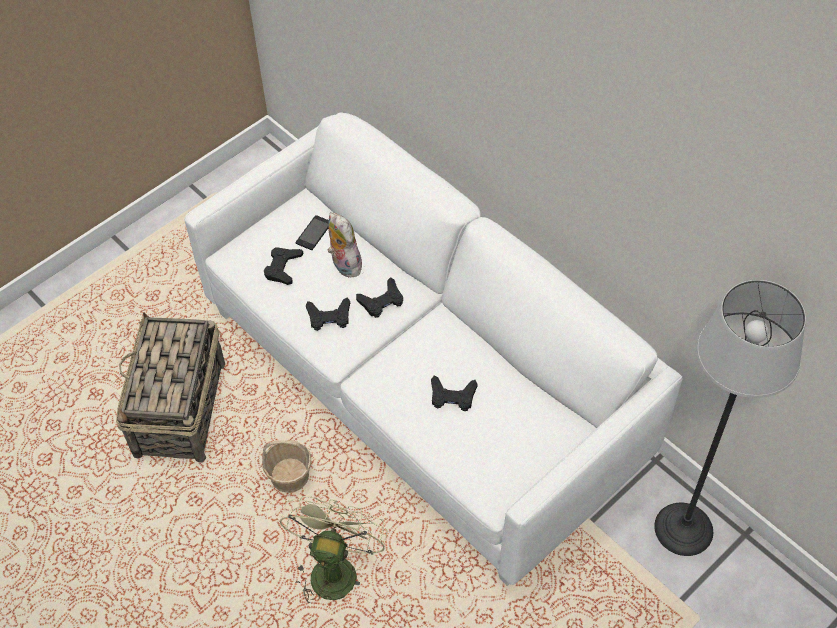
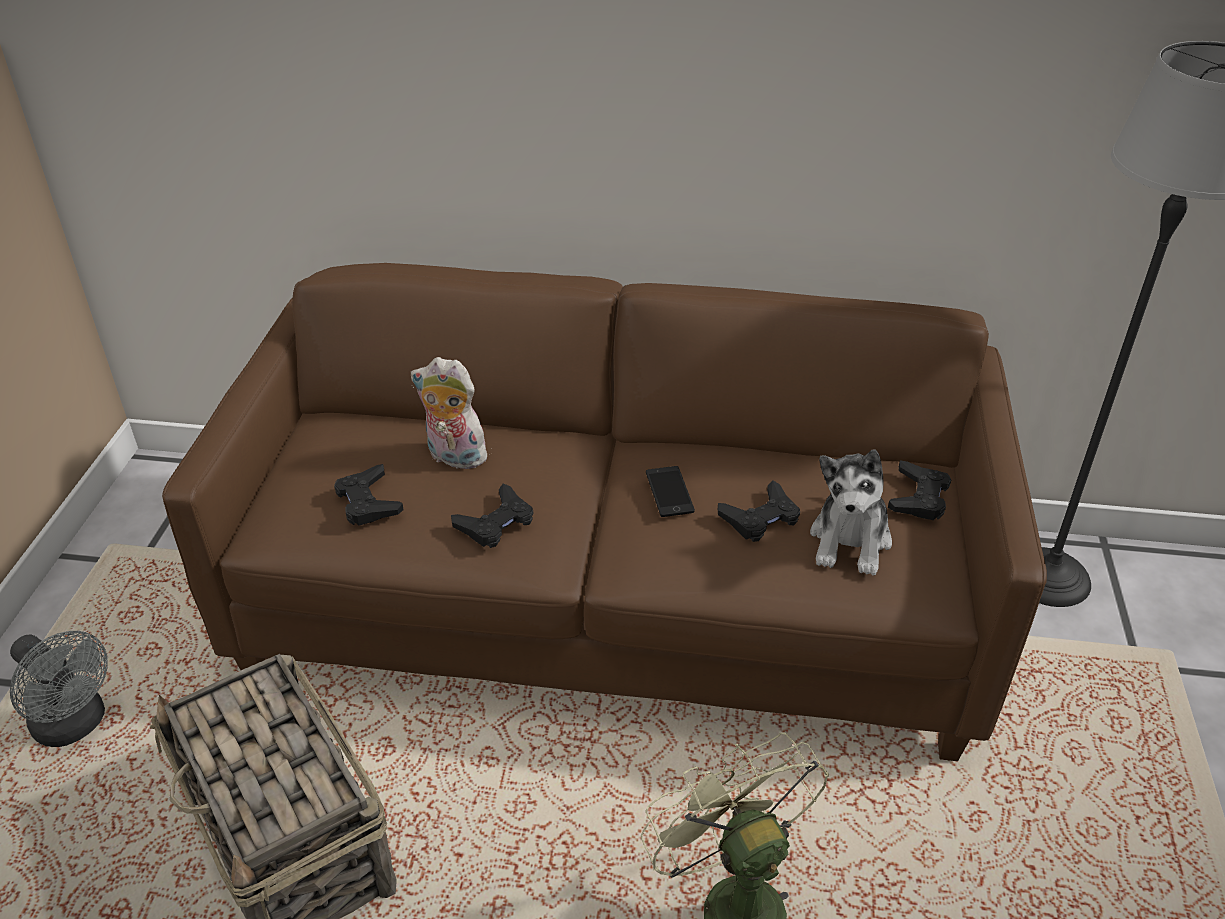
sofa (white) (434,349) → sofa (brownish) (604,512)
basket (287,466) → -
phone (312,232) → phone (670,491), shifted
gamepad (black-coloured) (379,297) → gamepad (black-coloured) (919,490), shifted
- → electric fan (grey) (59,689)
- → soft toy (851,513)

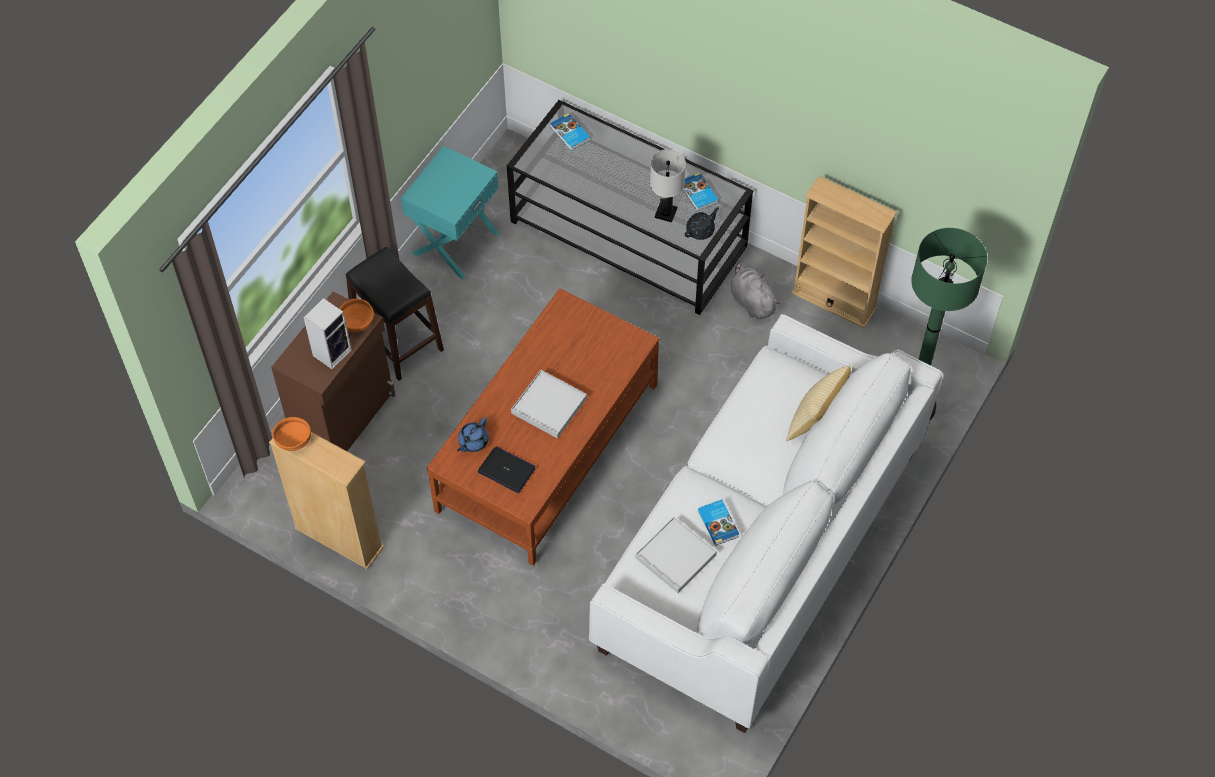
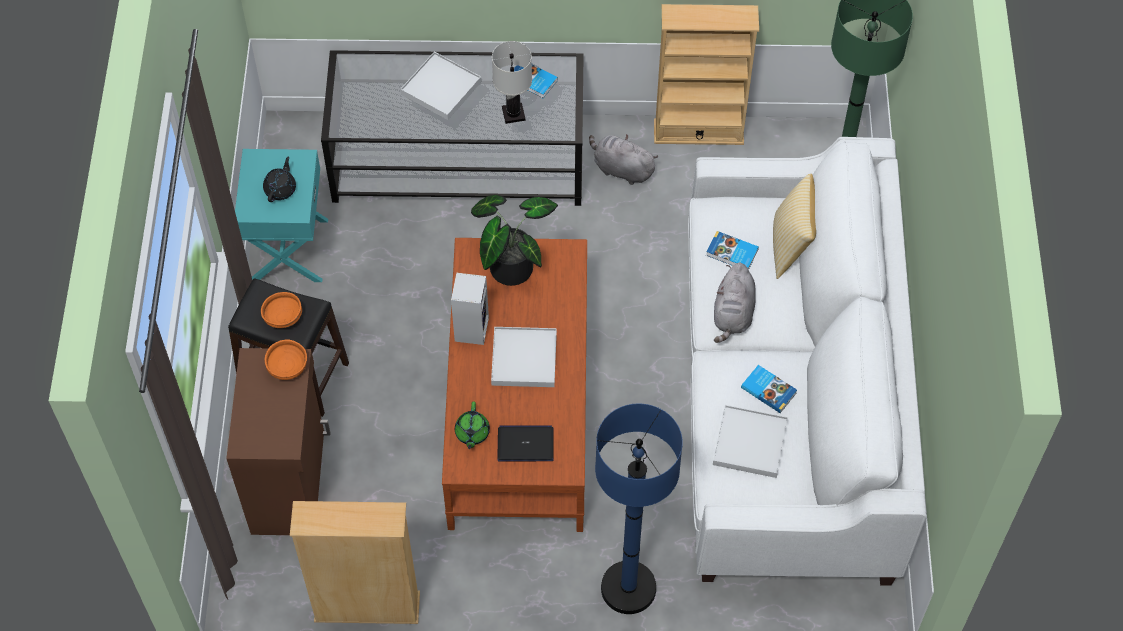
bowl (orange-coloured) (291,434) → bowl (orange-coloured) (281,310), shifted
speaker (328,334) → speaker (470,309), shifted
teapot (blue) (473,434) → teapot (greenish) (472,425)
book (570,132) → book (732,250), shifted
teapot (black-coloured) (702,223) → teapot (black-coloured) (279,179), shifted
- → serving tray (white) (440,86)
- → potted plant (514,240)
- → standard lamp (blue) (639,508)
- → soft toy (grey) (735,303)

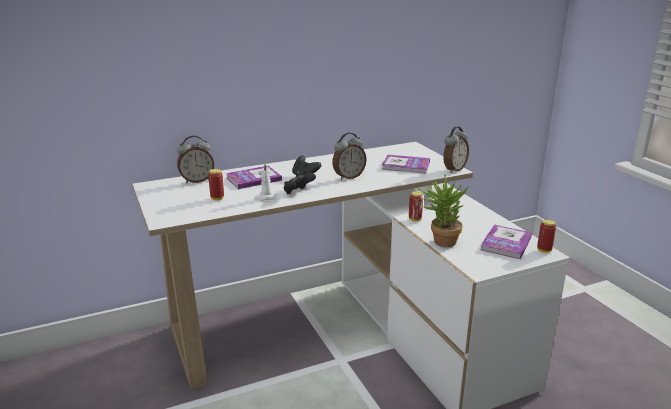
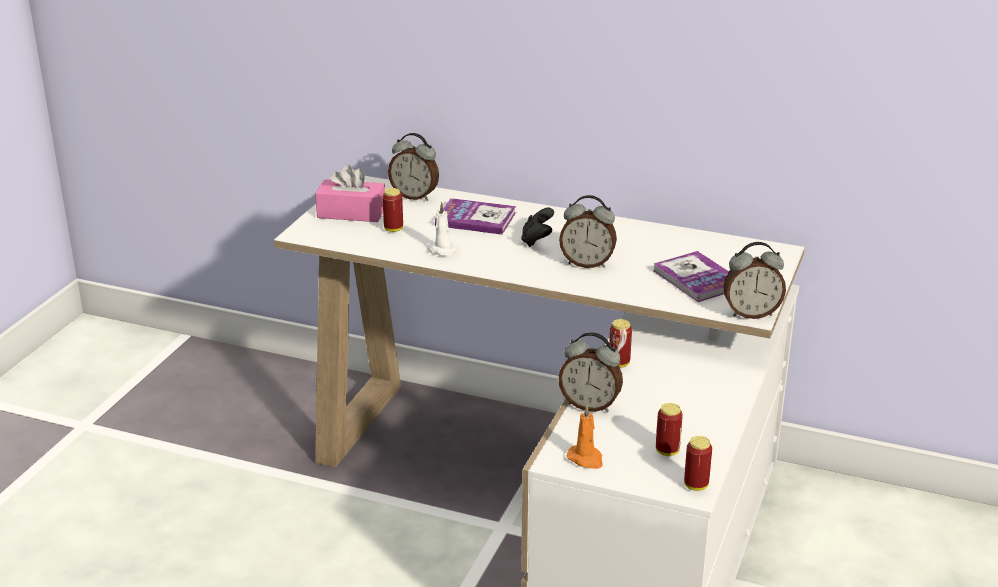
gamepad (black-coloured) (300,183) → -
potted plant (443,211) → table clock (590,372)
book (506,242) → can (669,429)
- → tissue holder (pink) (350,193)
- → wax light (orange-coloured) (585,437)

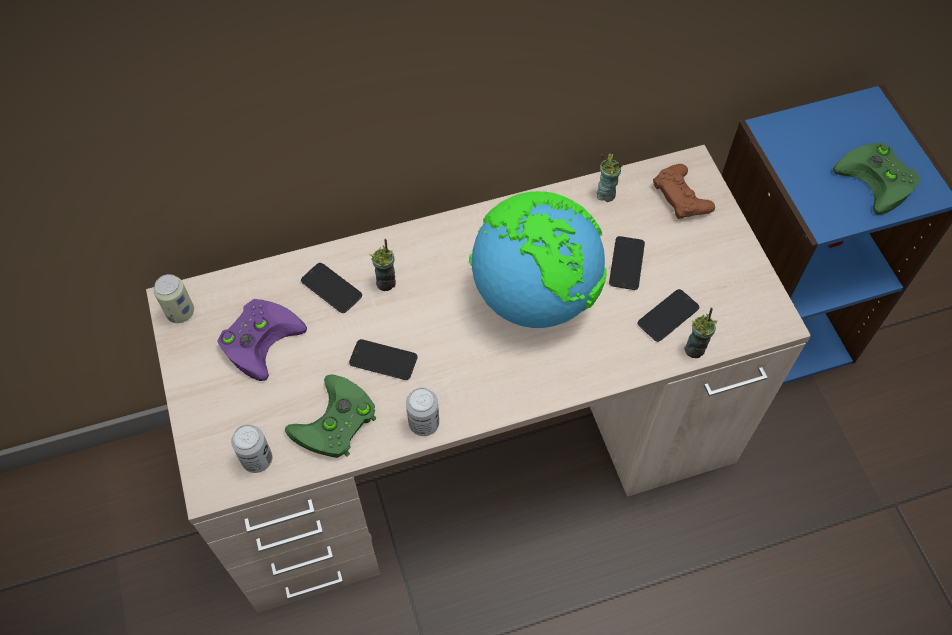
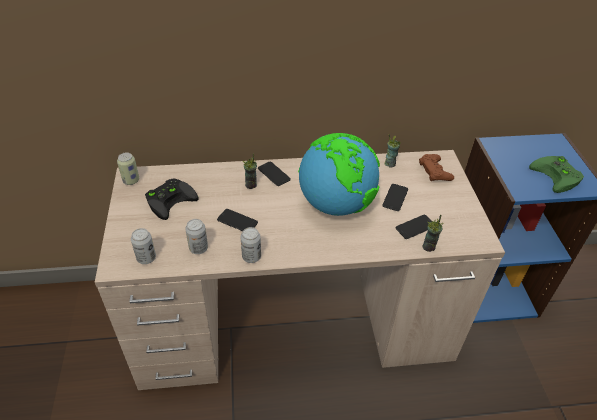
gamepad (purple) (262,340) → gamepad (black-coloured) (172,199)
gamepad (greenish) (330,416) → can (196,236)
phone (331,288) → phone (274,174), shifted

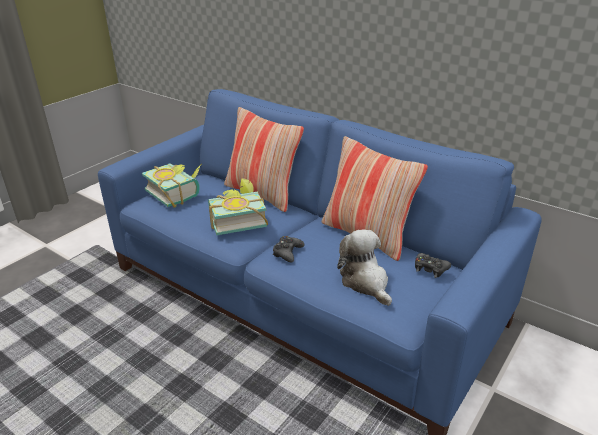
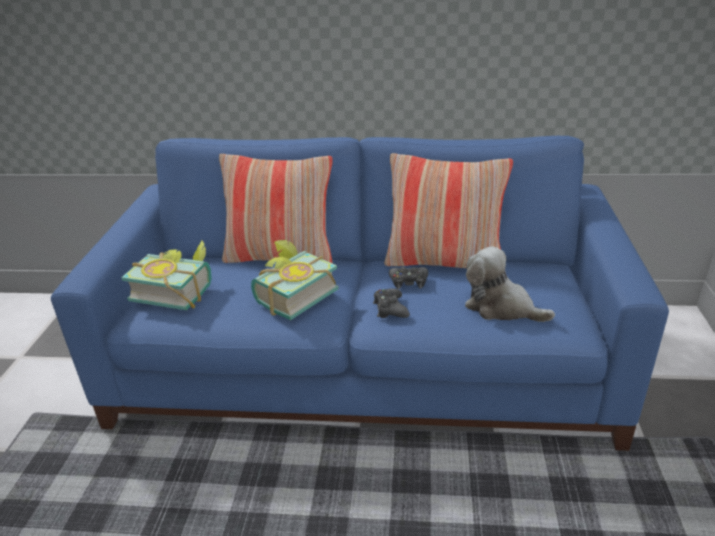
gamepad (black-coloured) (433,265) → gamepad (black-coloured) (408,278), shifted

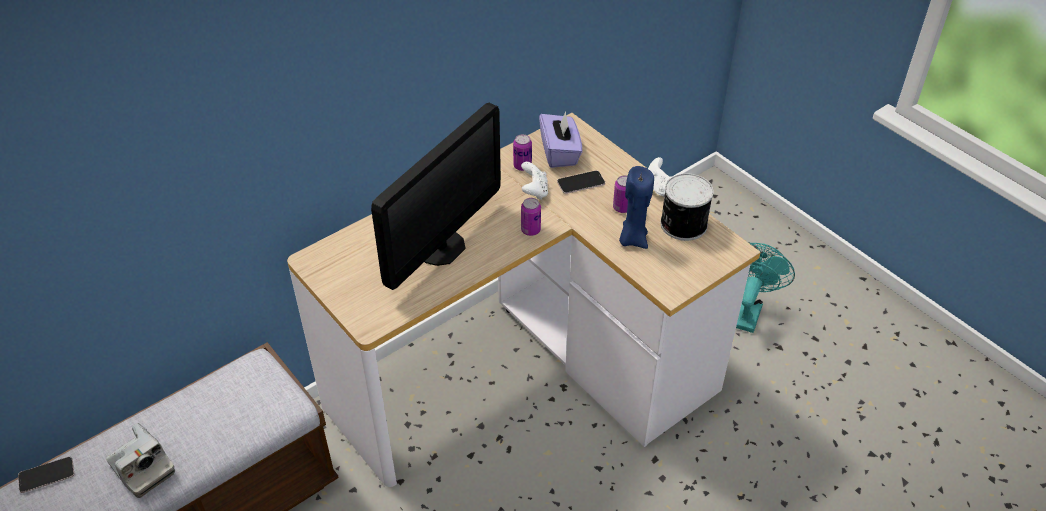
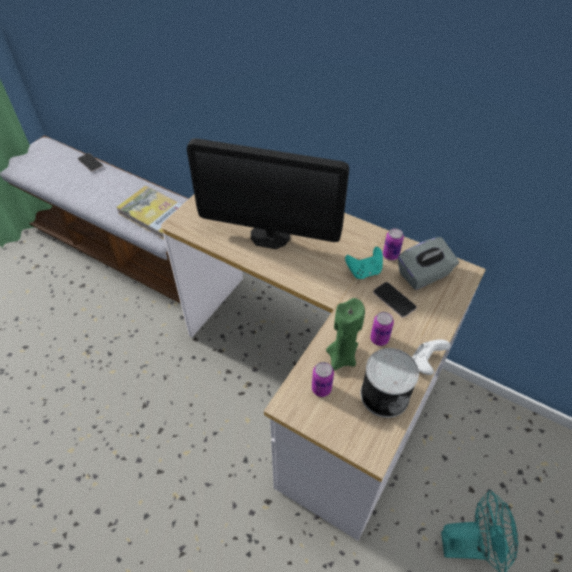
photo camera (140,460) → -
gamepad (white) (534,181) → gamepad (blue-green) (364,263)
can (531,217) → can (323,379), shifted
tissue holder (purple) (560,140) → tissue holder (grey) (428,263)
wax light (blue) (636,207) → wax light (greenish) (345,334)
- → book (149,213)

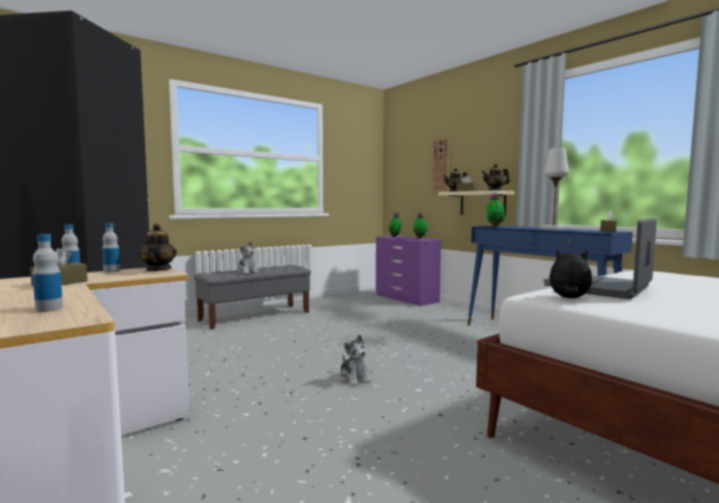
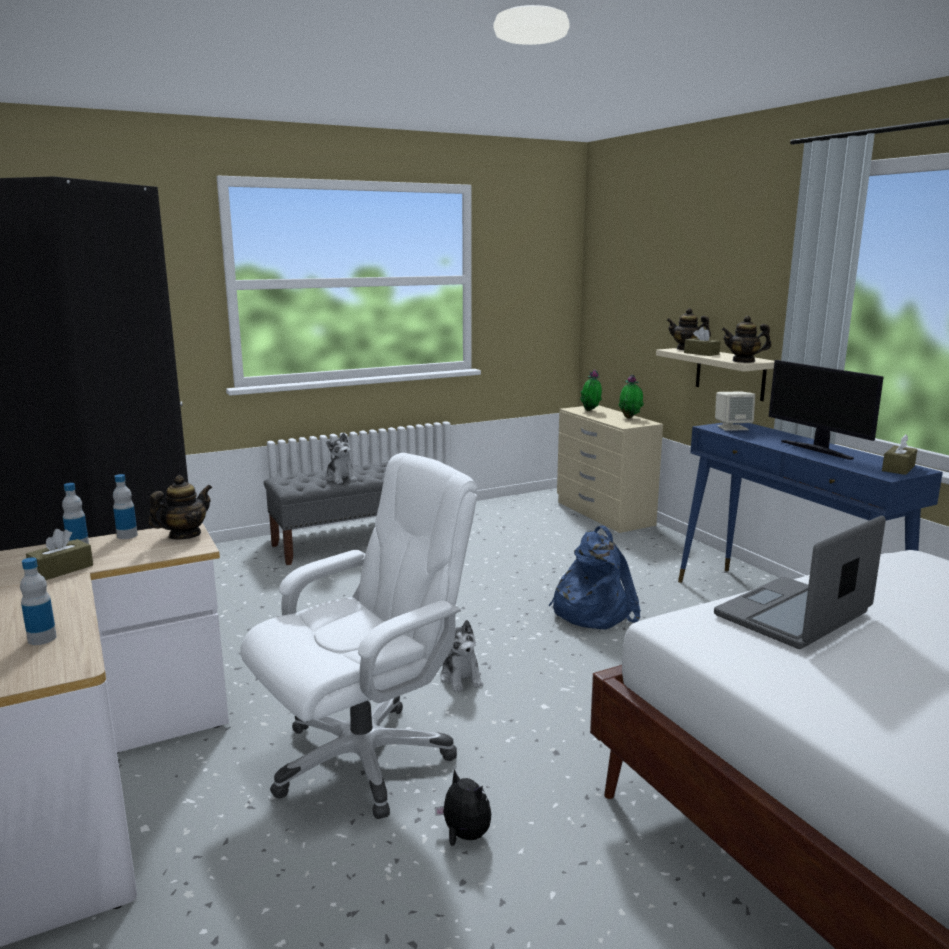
teapot (158,247) → teapot (180,507), 45 degrees clockwise
drawer chest (purple) (408,271) → drawer chest (beige) (610,469)
clock on the wall (440,166) → -
potted plant (496,209) → speaker (beige) (735,411)
lamp for a table (white) (554,189) → monitor (826,410)
soft toy (568,273) → soft toy (463,807), shifted
- → office chair (white) (358,636)
- → rucksack (blue) (594,577)

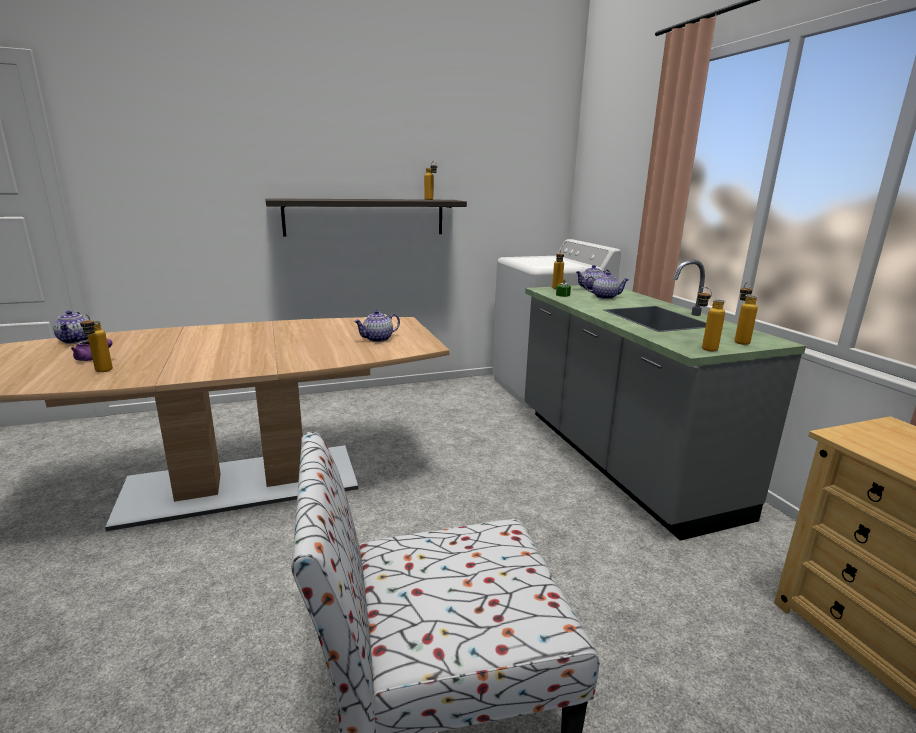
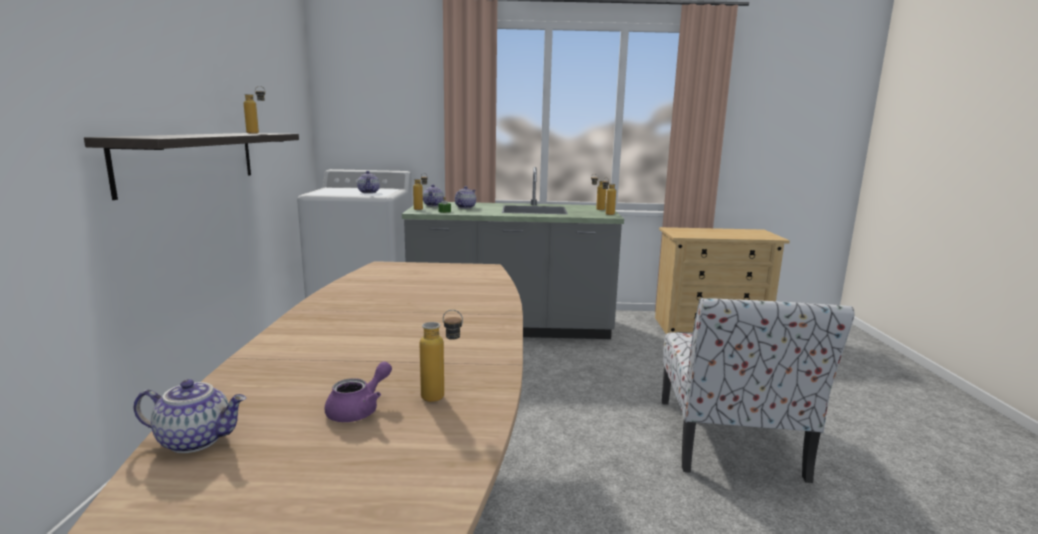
teapot (377,326) → teapot (368,182), shifted

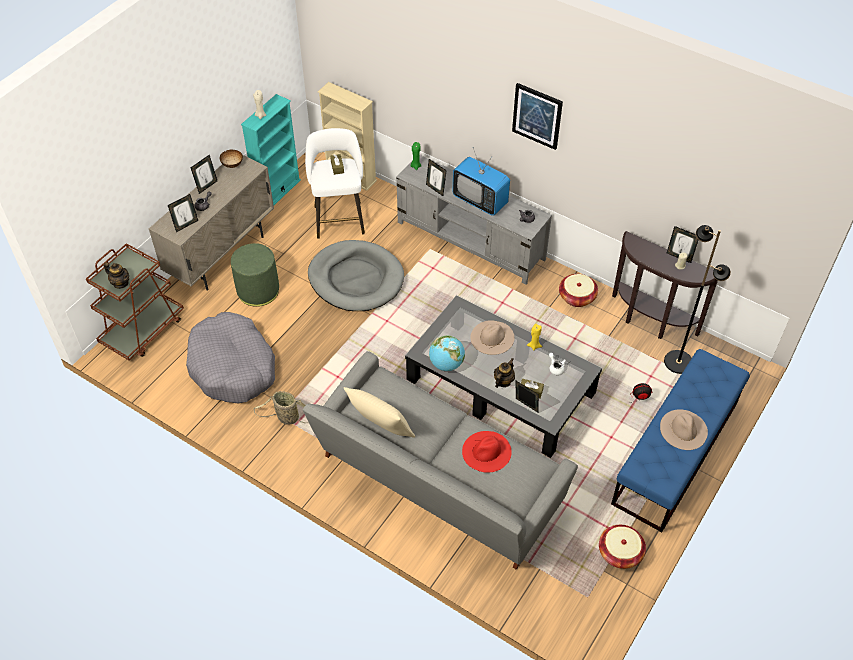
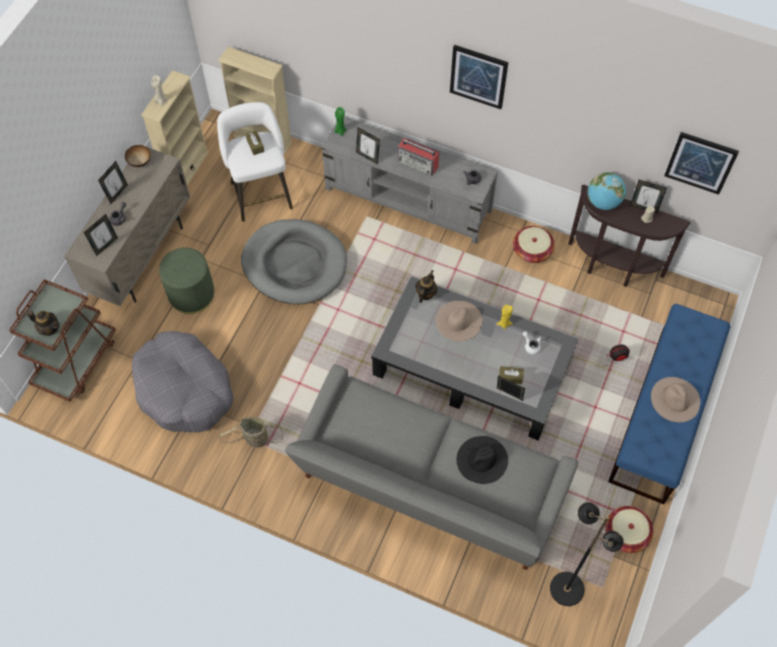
bookshelf (blue-green) (271,149) → bookshelf (beige) (175,127)
cushion (beige) (379,412) → -
desk globe (447,353) → desk globe (607,191), shifted
TV set (481,182) → radio set (418,157)
clothing hat (red) (487,452) → clothing hat (black-coloured) (482,460)
teapot (504,373) → teapot (426,286), shifted
standard lamp (black-coloured) (697,299) → standard lamp (black-coloured) (587,554), shifted
- → picture (701,163)

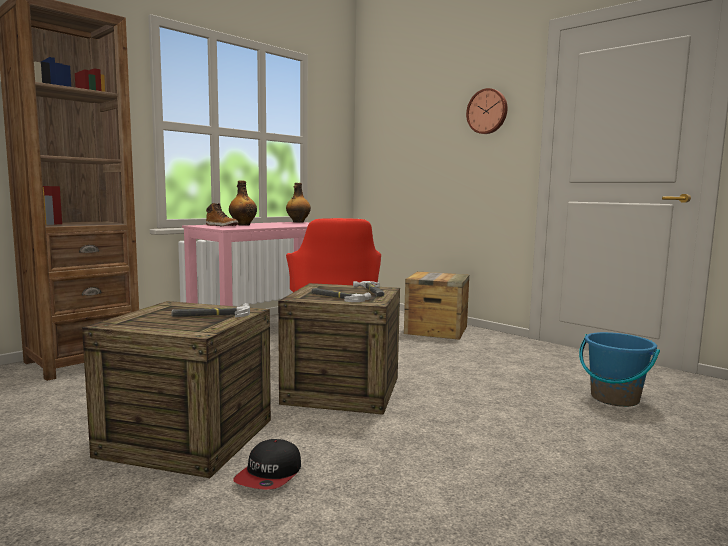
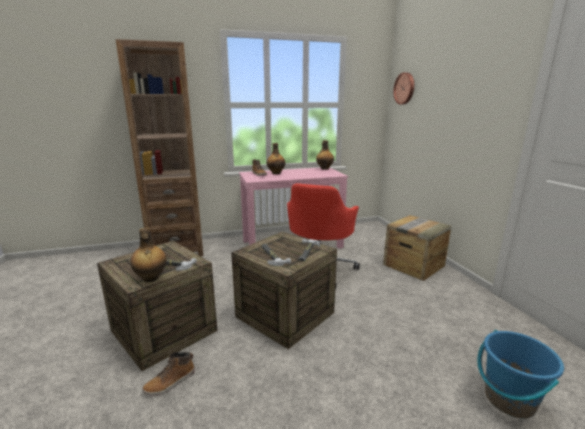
baseball cap (267,464) → boot (168,374)
clock on the wall (487,111) → clock on the wall (403,88), shifted
- → drink bottle (148,254)

